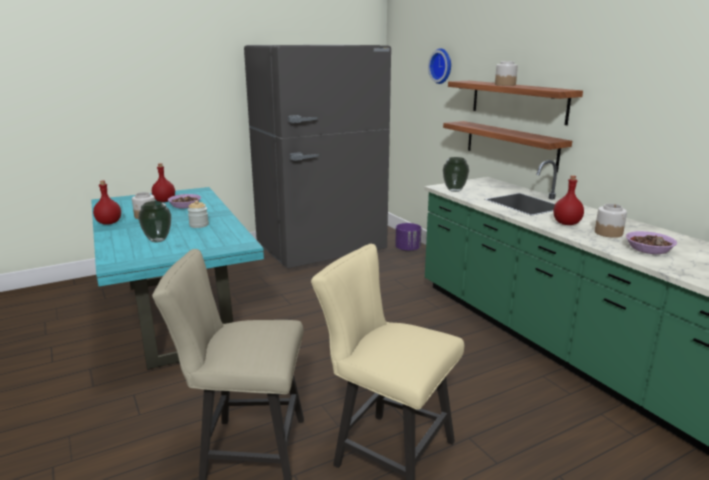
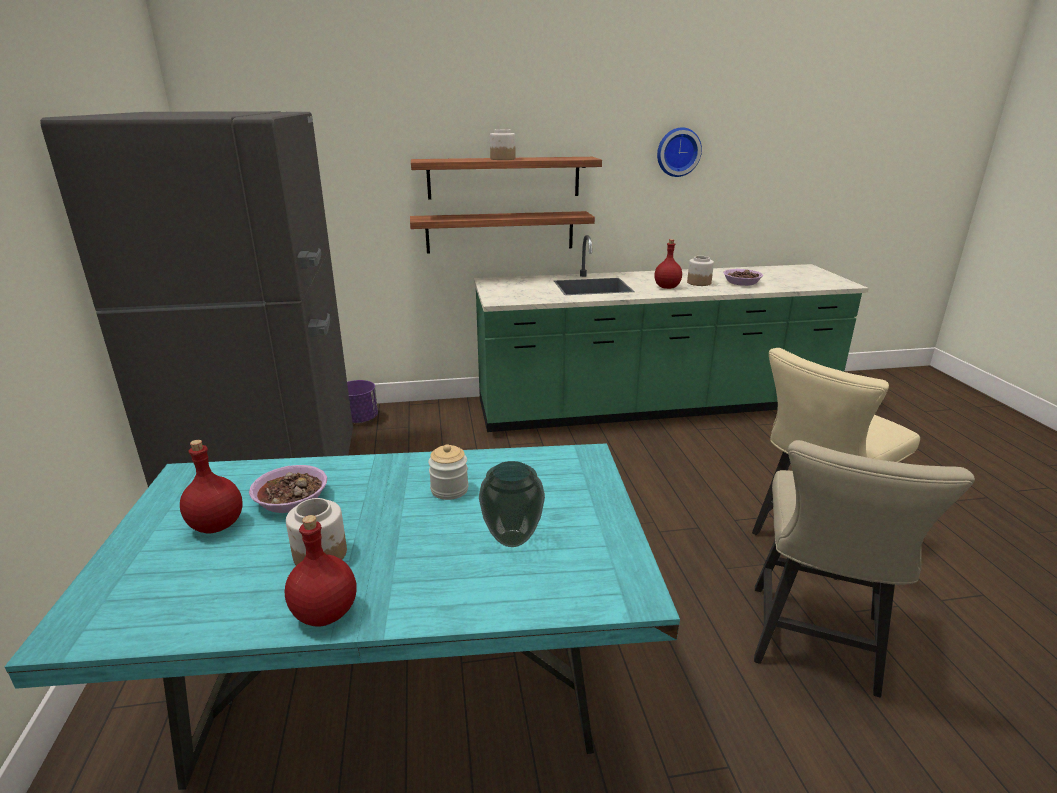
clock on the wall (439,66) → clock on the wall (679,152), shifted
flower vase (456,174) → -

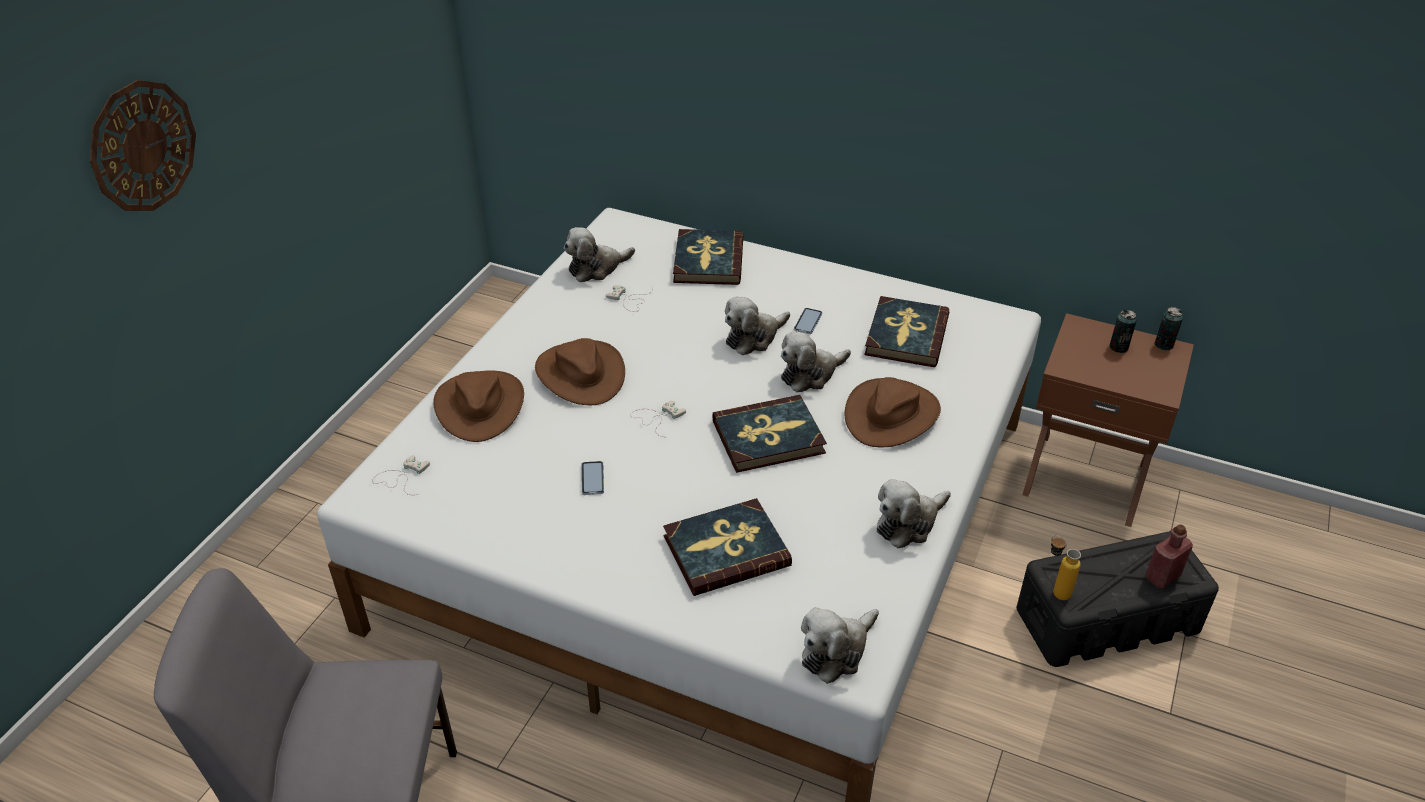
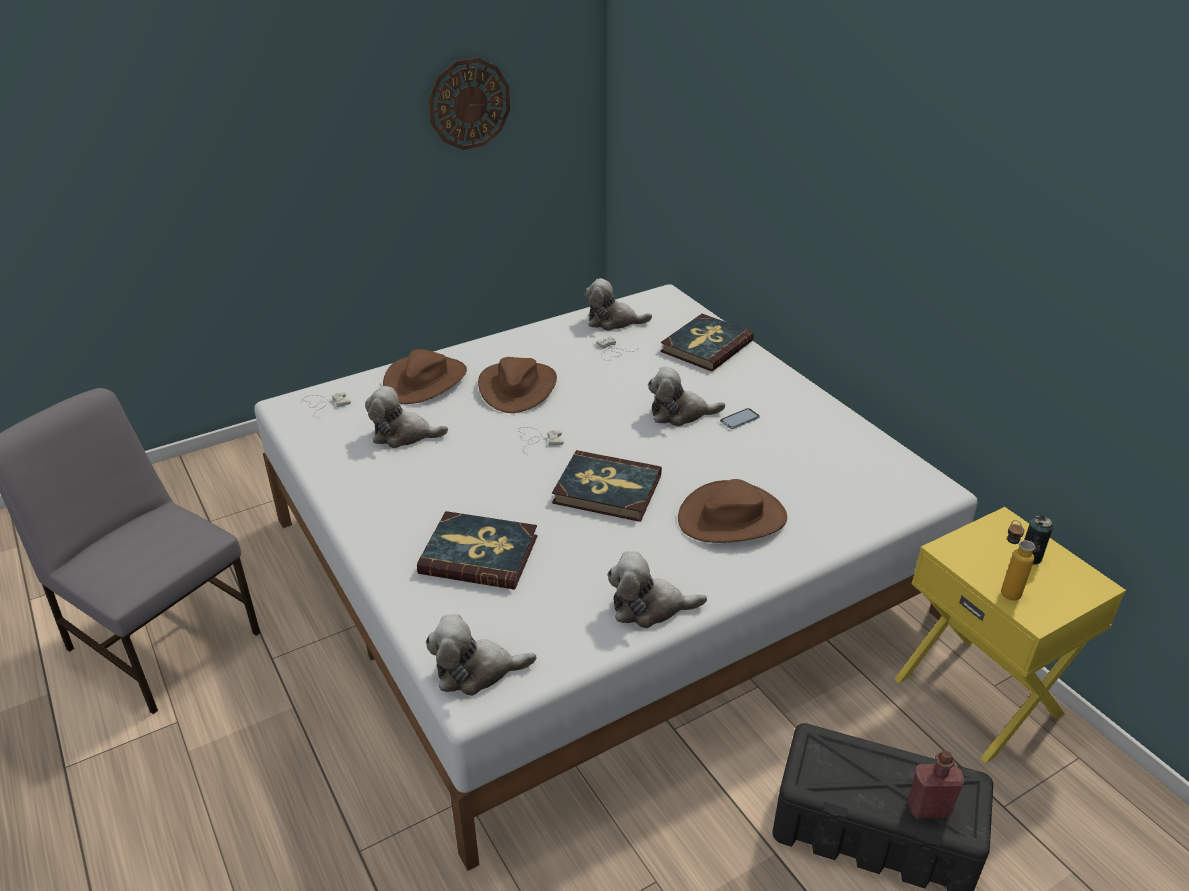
clock on the wall (143,145) → clock on the wall (469,104), shifted
phone (593,478) → -
soft toy (816,361) → soft toy (406,417), shifted
book (906,331) → -
night table (brownish) (1108,420) → night table (yellowish) (1010,635)
drink bottle (1066,568) → drink bottle (1018,560), shifted
can (1169,328) → -

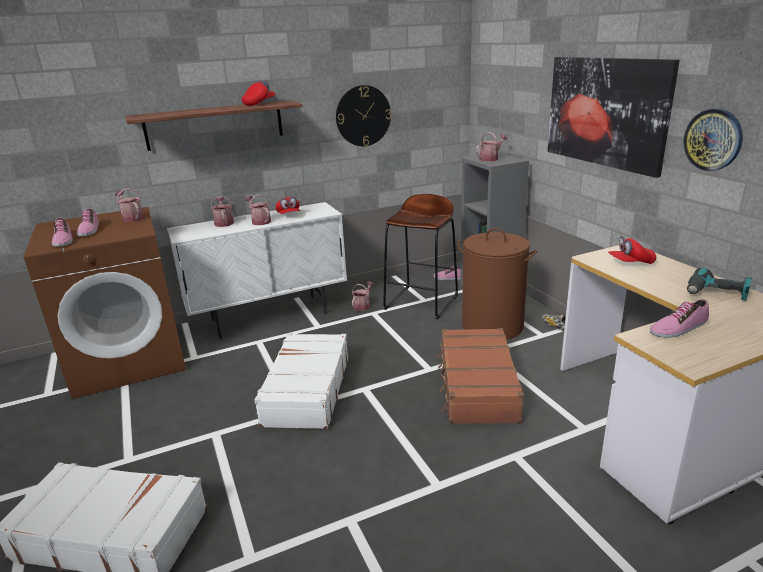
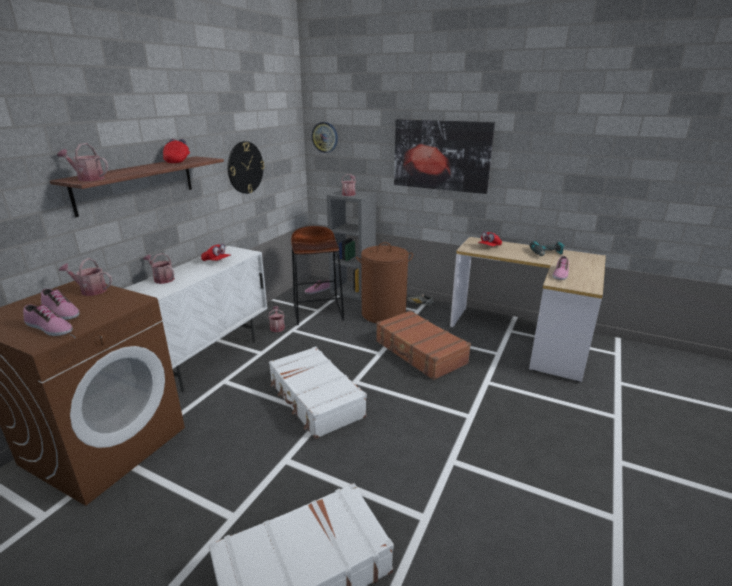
watering can (258,209) → watering can (83,162), shifted
clock on the wall (713,139) → clock on the wall (325,137), shifted

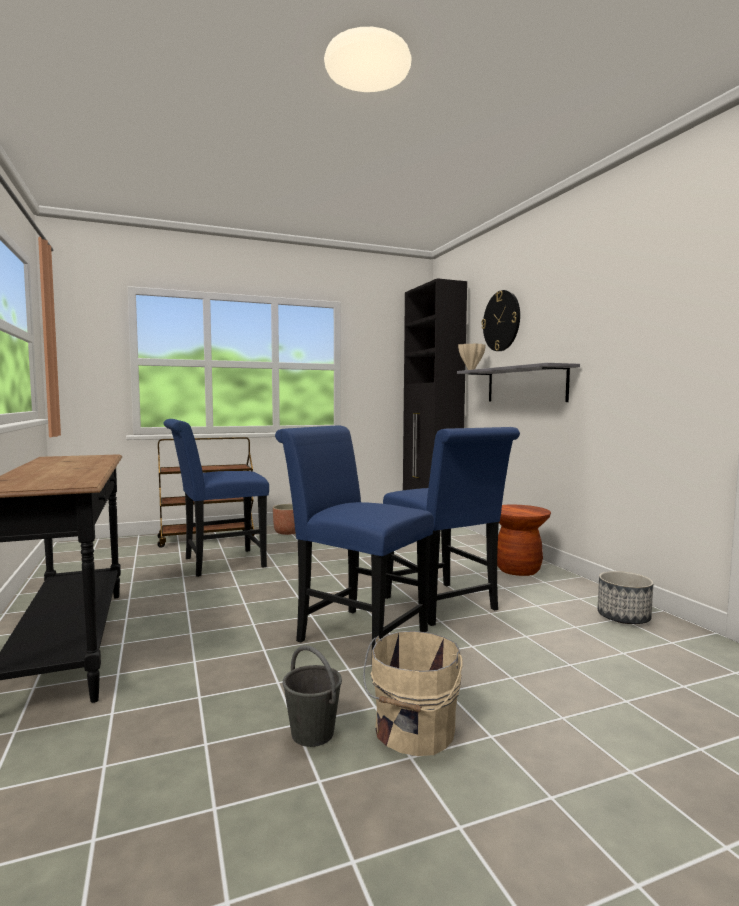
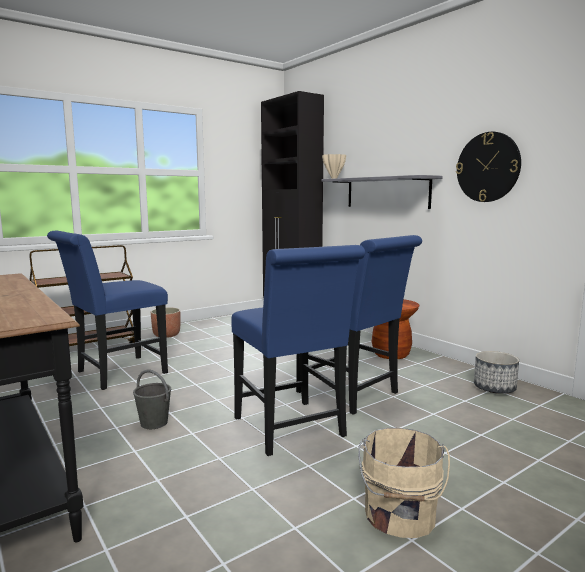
plain chair (blue) (354,537) → plain chair (blue) (298,350), 135 degrees counterclockwise
water bucket (grey) (312,696) → water bucket (grey) (152,399), shifted
clock on the wall (501,320) → clock on the wall (488,167), shifted

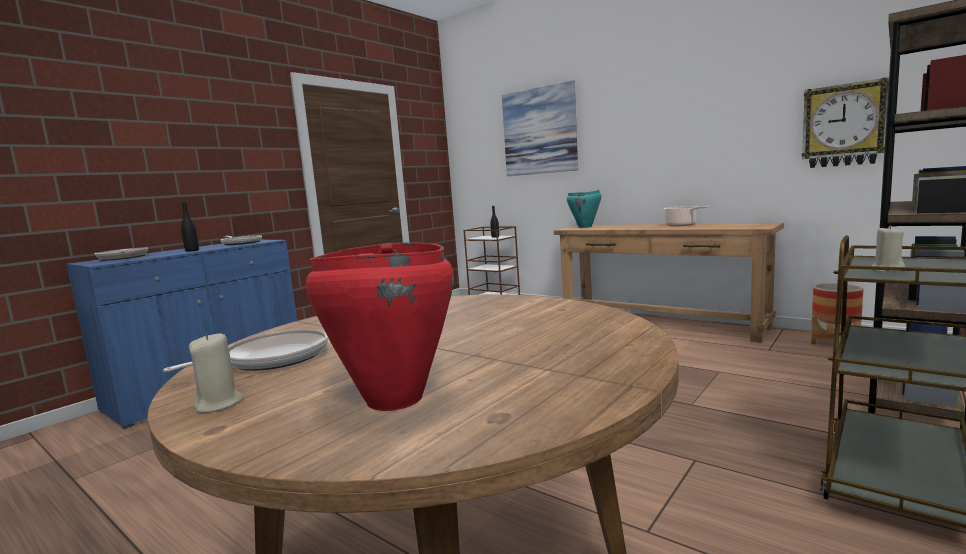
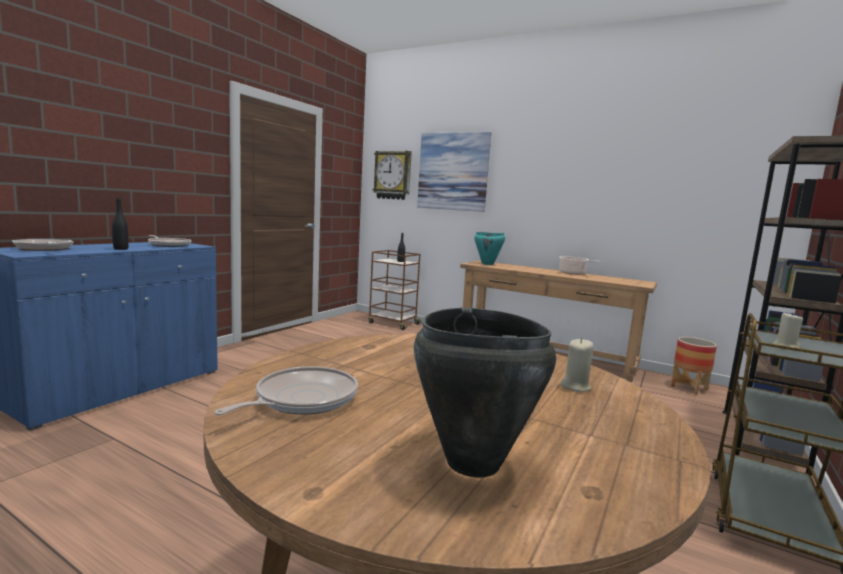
wax light (beige) (216,372) → wax light (beige) (577,365), shifted
stockpot (red) (380,326) → stockpot (black-coloured) (485,392)
clock on the wall (845,122) → clock on the wall (392,175), shifted

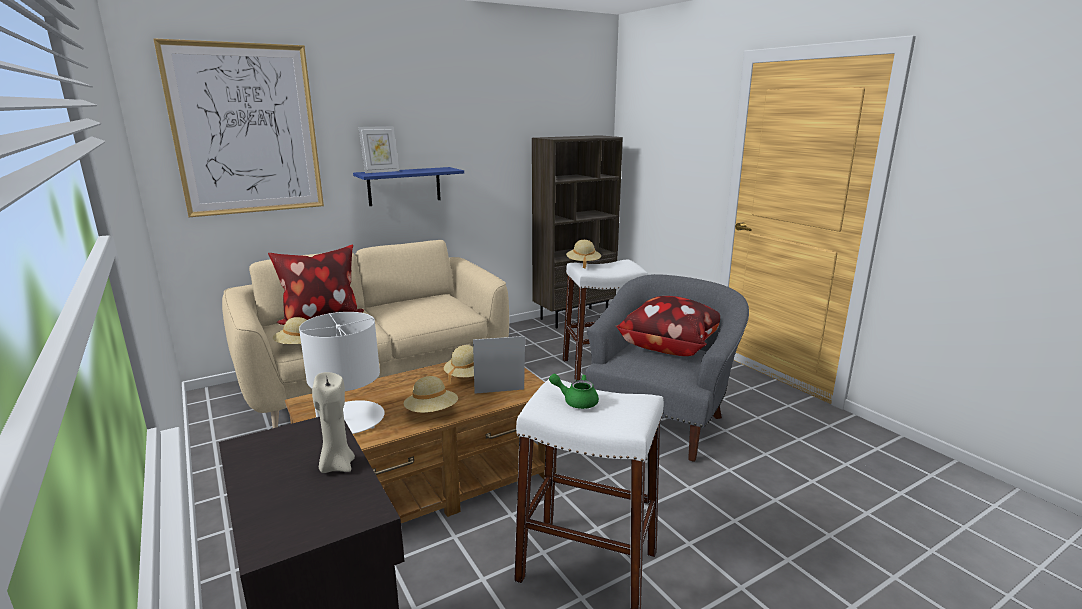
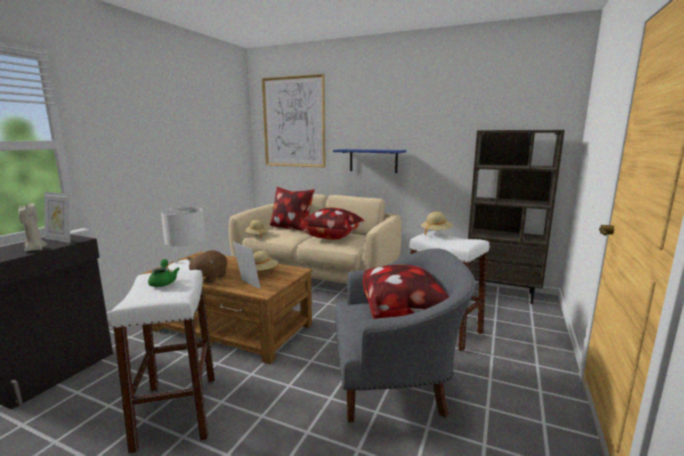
standing frame (378,149) → standing frame (57,217), shifted
clothing hat (beige) (431,394) → soft toy (brownish) (207,266)
- → cushion (332,224)

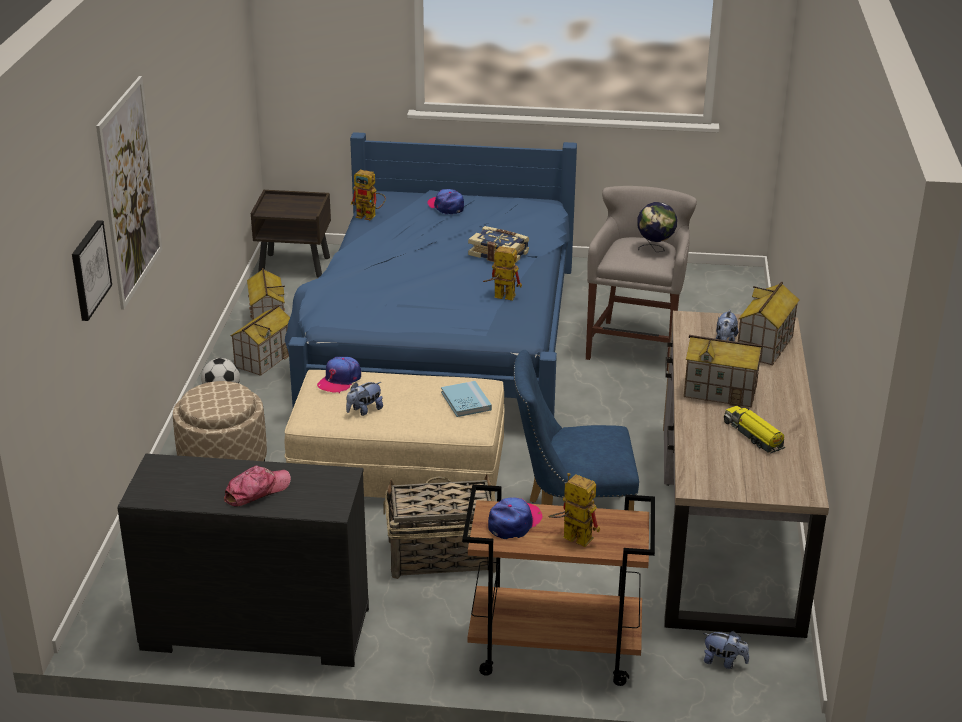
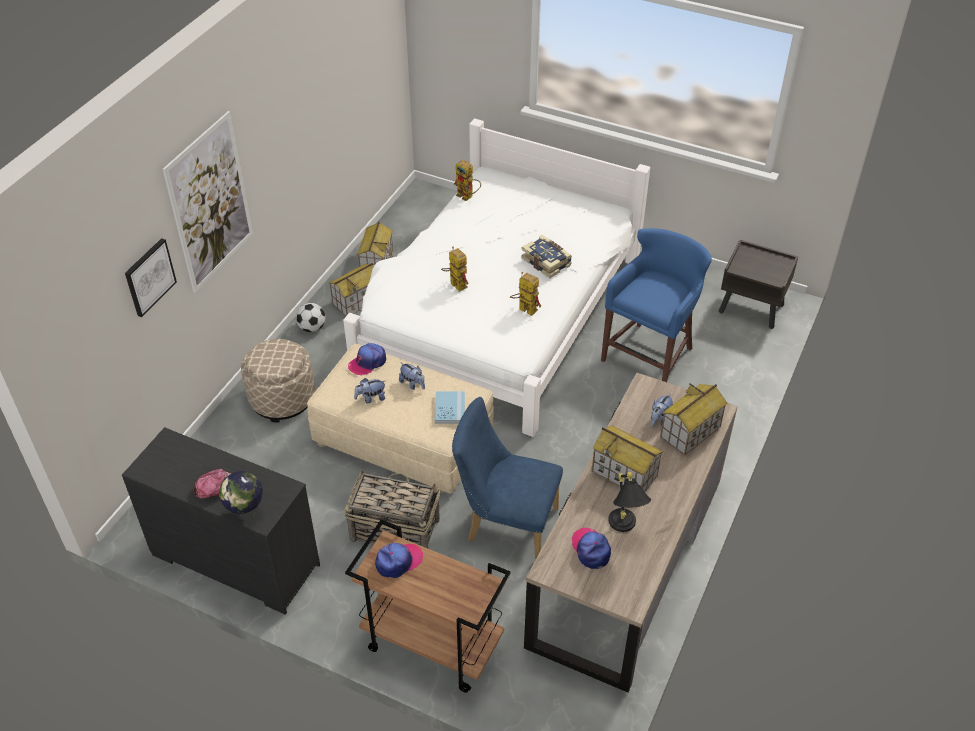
night table (brownish) (291,234) → night table (brownish) (758,284), shifted
sleeping bed (blue) (431,274) → sleeping bed (white) (496,277)
baseball cap (445,202) → baseball cap (591,548), shifted
model robot (574,510) → model robot (455,269), shifted
stool seat (grey) (641,278) → stool seat (blue) (656,305)
desk globe (657,227) → desk globe (241,495), shifted
soft toy (726,650) → soft toy (412,376), shifted
model truck (754,430) → lamp for a table (black-coloured) (629,502)

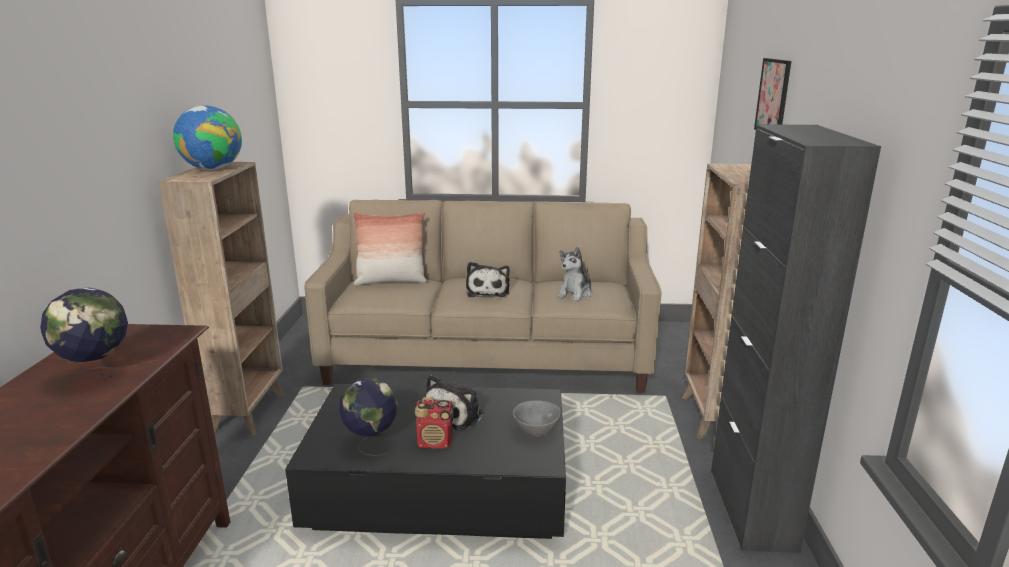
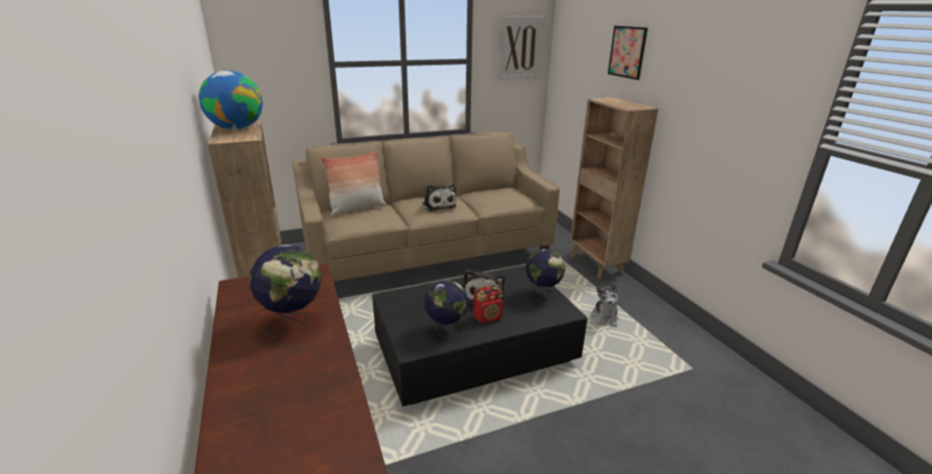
bowl (grey) (537,418) → desk globe (545,276)
soft toy (574,274) → soft toy (605,305), shifted
cabinet (black-coloured) (796,338) → -
- → picture (521,48)

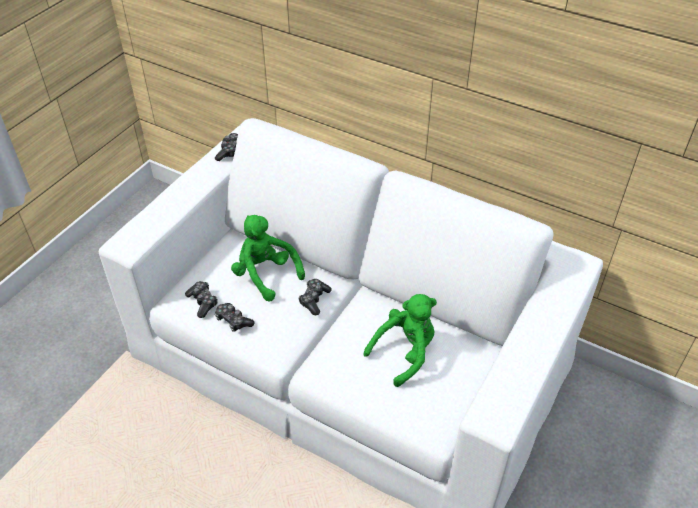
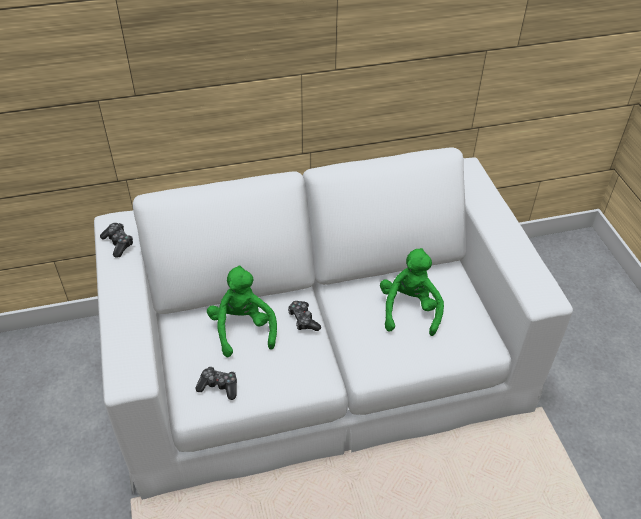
gamepad (235,317) → -
soft toy (greenish) (268,258) → soft toy (greenish) (242,311), 75 degrees clockwise

